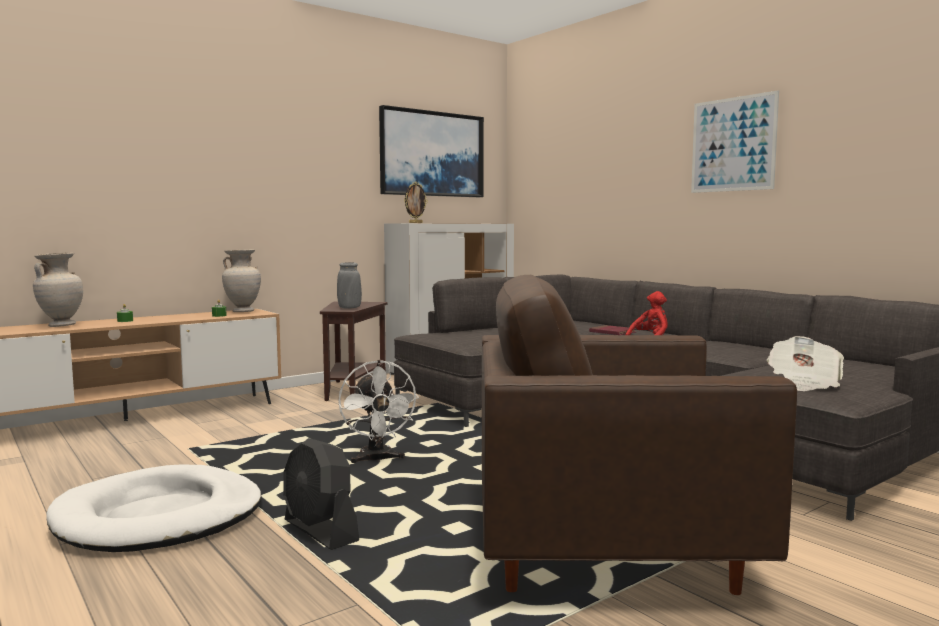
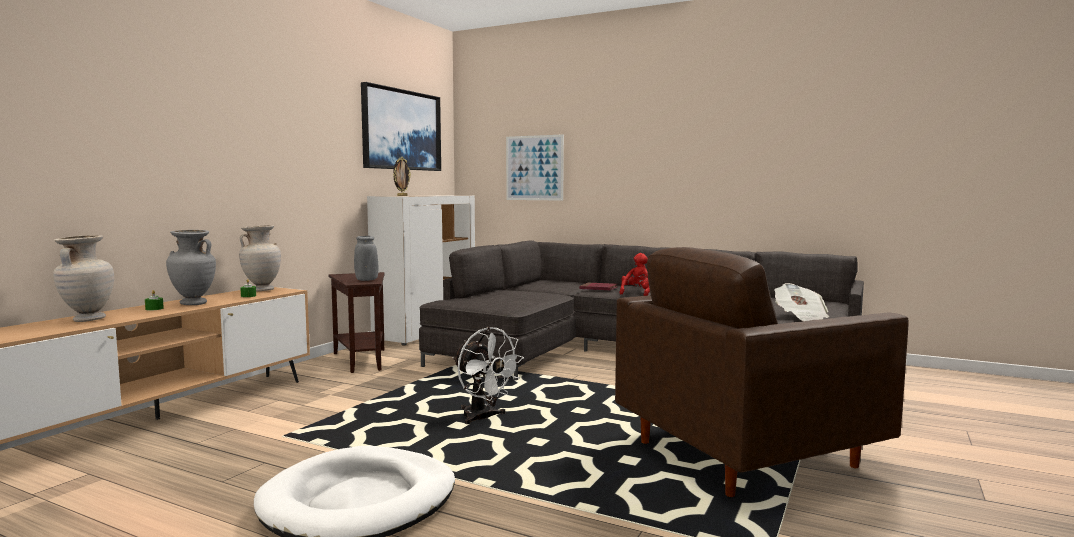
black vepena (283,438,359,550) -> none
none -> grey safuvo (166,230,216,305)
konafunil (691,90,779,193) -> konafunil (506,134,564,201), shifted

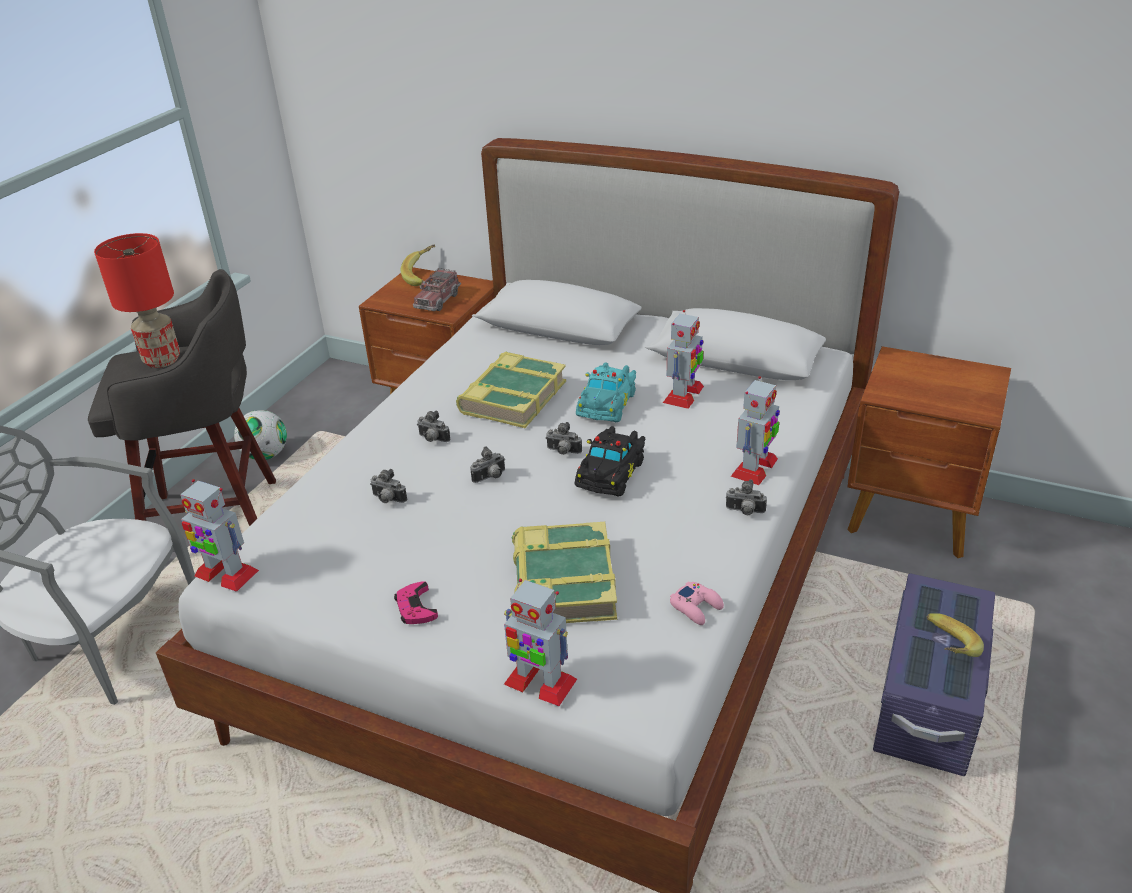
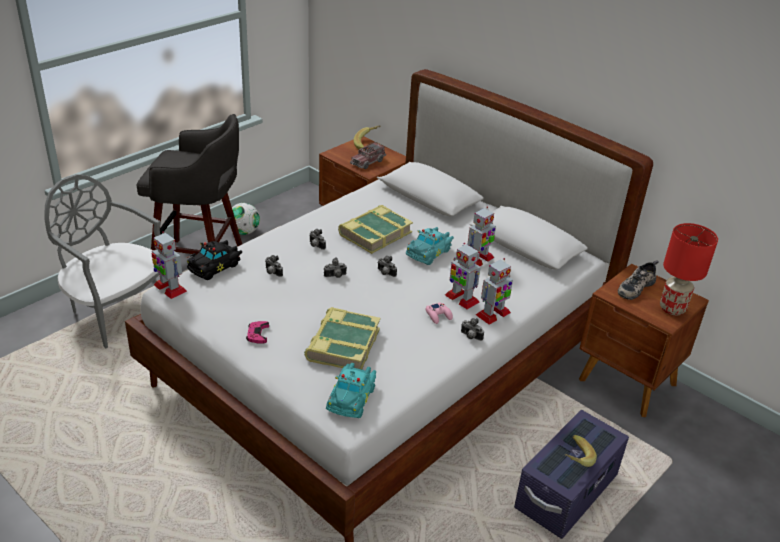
none -> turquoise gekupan (326,363,376,418)
none -> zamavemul (618,260,659,300)
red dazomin (94,233,180,368) -> red dazomin (660,223,718,316), shifted
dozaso (504,578,577,706) -> dozaso (445,243,481,310), shifted
black gekupan (574,426,645,496) -> black gekupan (187,240,242,280), shifted
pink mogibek (670,581,724,625) -> pink mogibek (426,302,453,324), shifted

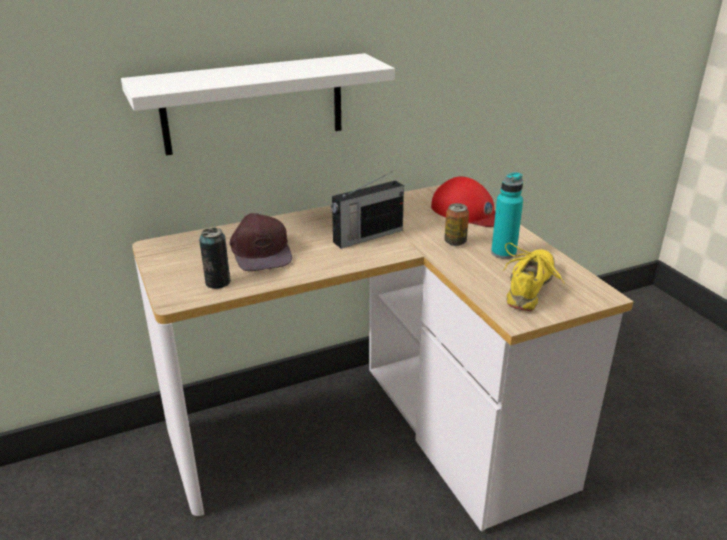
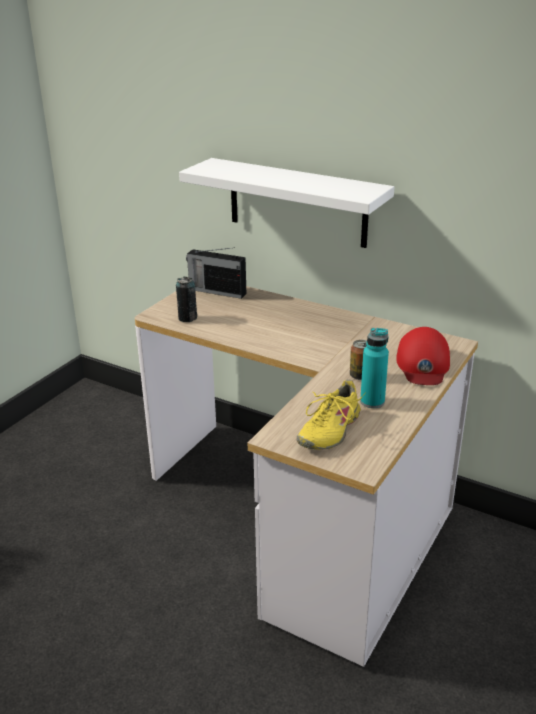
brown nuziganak (230,213,292,271) -> none
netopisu (331,172,404,249) -> netopisu (186,248,246,299), shifted
yellow zamavemul (503,243,565,311) -> yellow zamavemul (296,379,364,450), 135 degrees clockwise

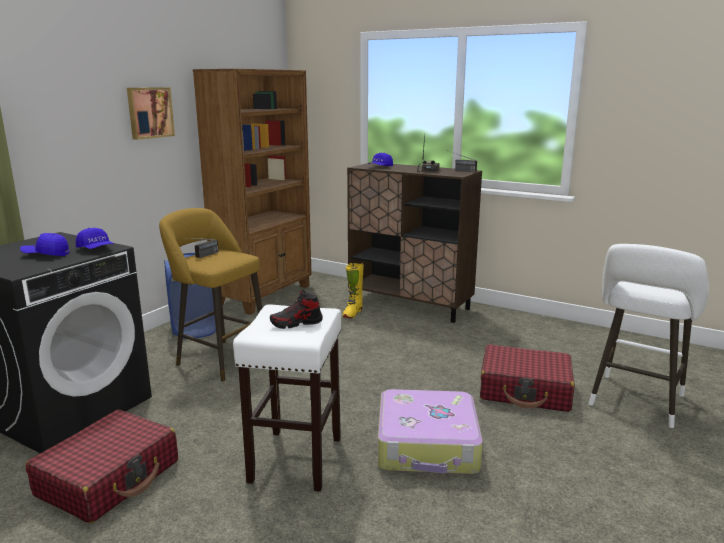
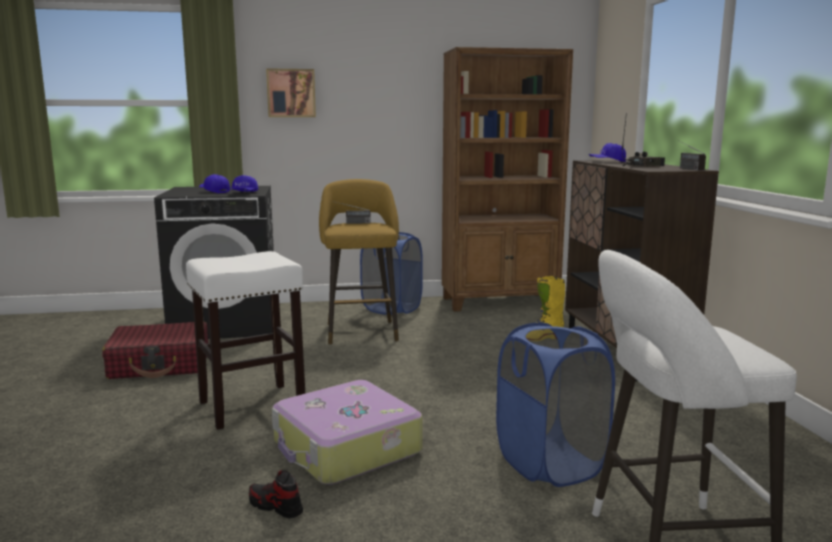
konafunil (127,87,175,140) -> konafunil (266,68,316,117), shifted
zamavemul (270,290,323,329) -> zamavemul (249,470,303,519), shifted
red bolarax (480,344,575,412) -> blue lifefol (496,322,615,487)

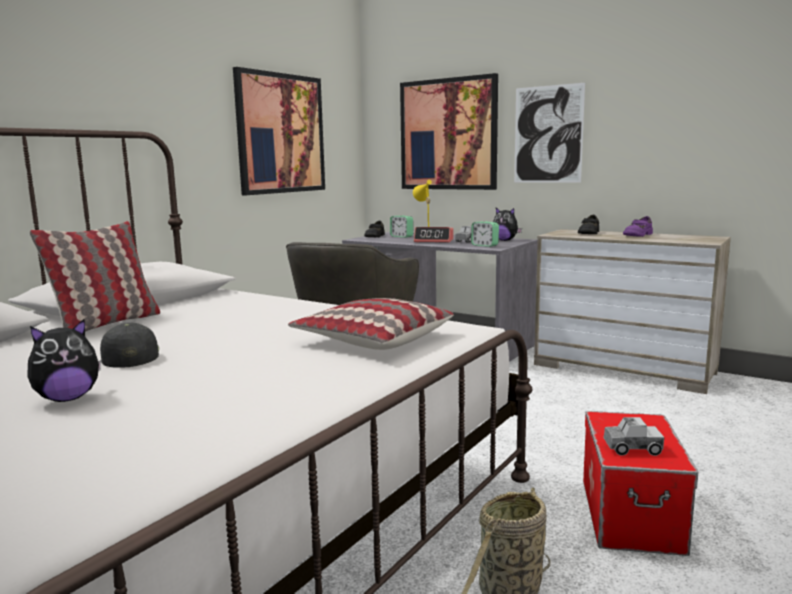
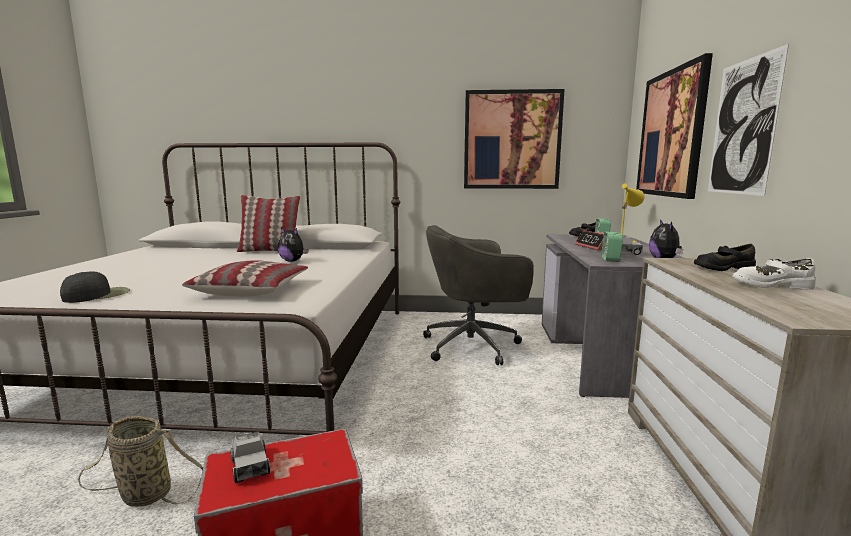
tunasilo (27,319,101,402) -> tunasilo (278,227,308,262), shifted
black nuziganak (100,323,159,368) -> black nuziganak (60,271,130,303), shifted
purple zamavemul (623,216,653,237) -> white zamavemul (733,258,816,290)

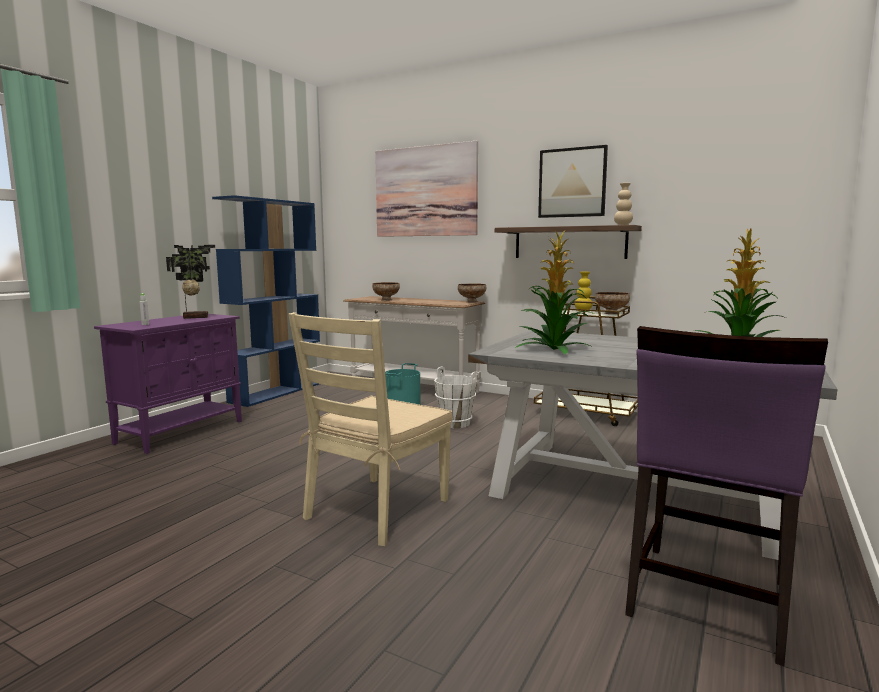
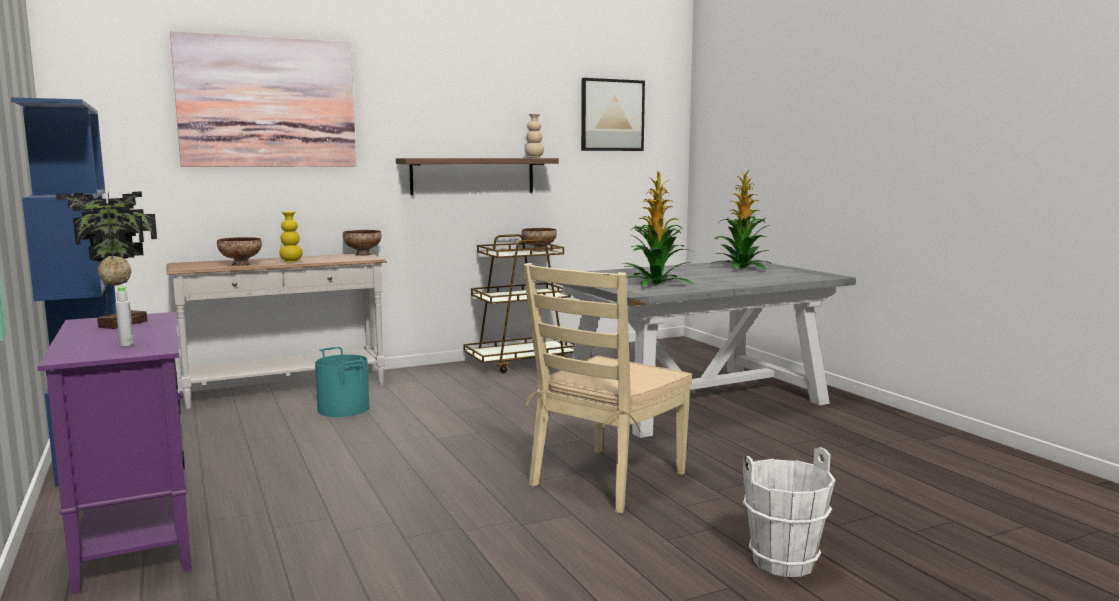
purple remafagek (625,326,828,666) -> none
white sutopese (434,367,477,428) -> white sutopese (743,447,836,577), shifted
konafunil (538,145,608,218) -> konafunil (581,78,645,151), shifted
yellow safuvo (575,272,593,311) -> yellow safuvo (279,211,303,262), shifted
beige remafagek (288,312,453,546) -> beige remafagek (523,263,692,513), 60 degrees clockwise

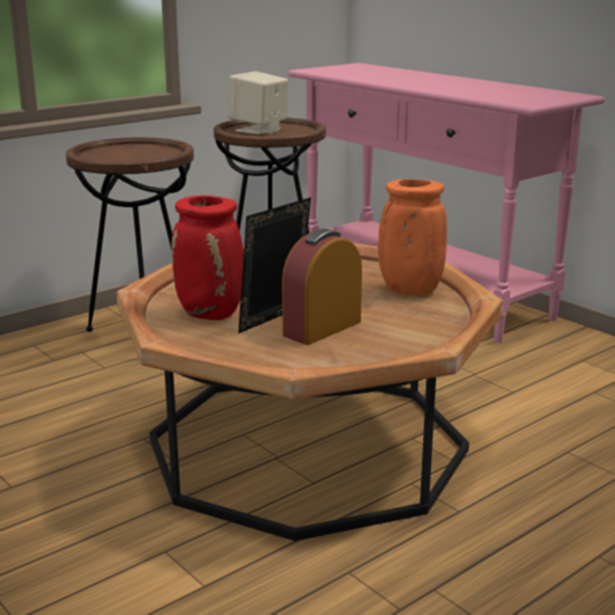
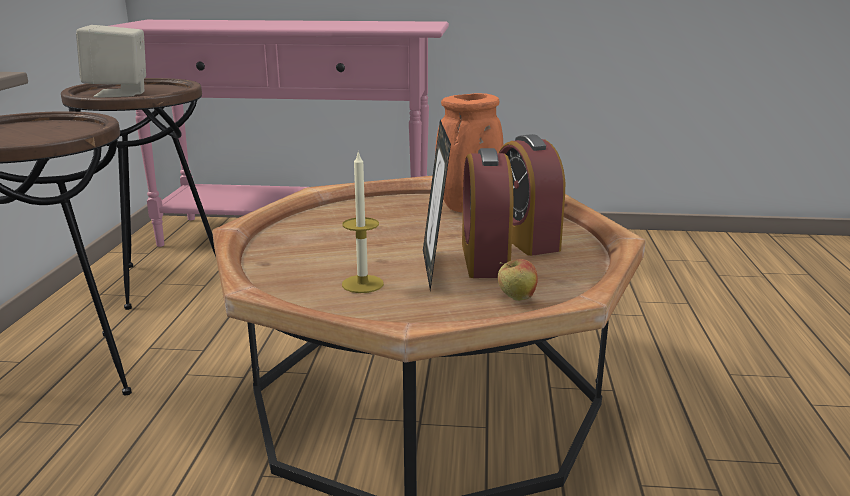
none -> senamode (498,259,538,301)
none -> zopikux (499,134,565,256)
red safuvo (172,195,244,320) -> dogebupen (342,150,384,293)

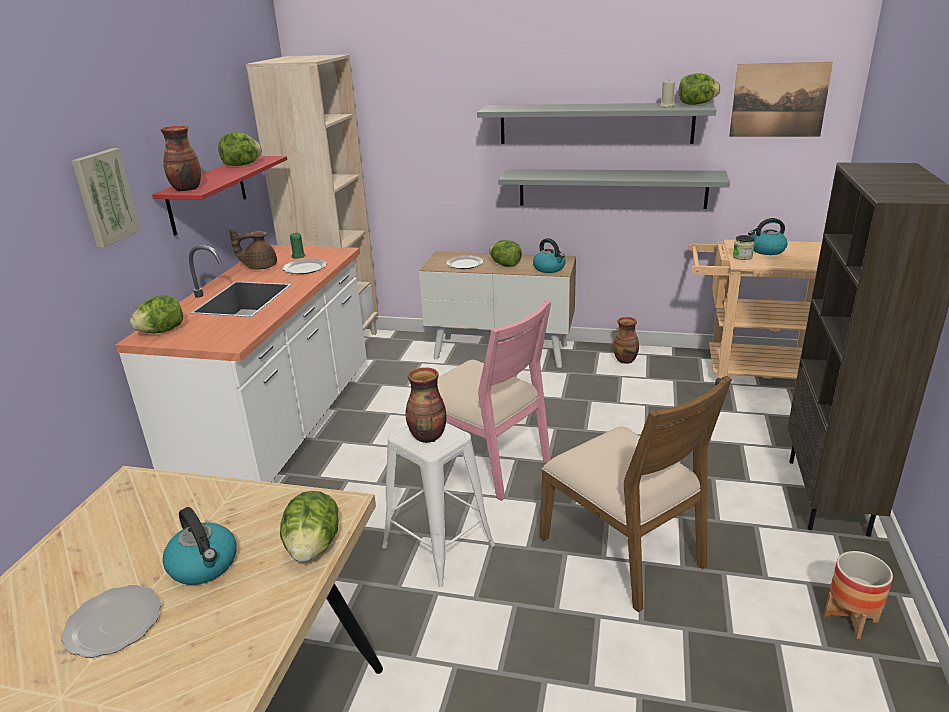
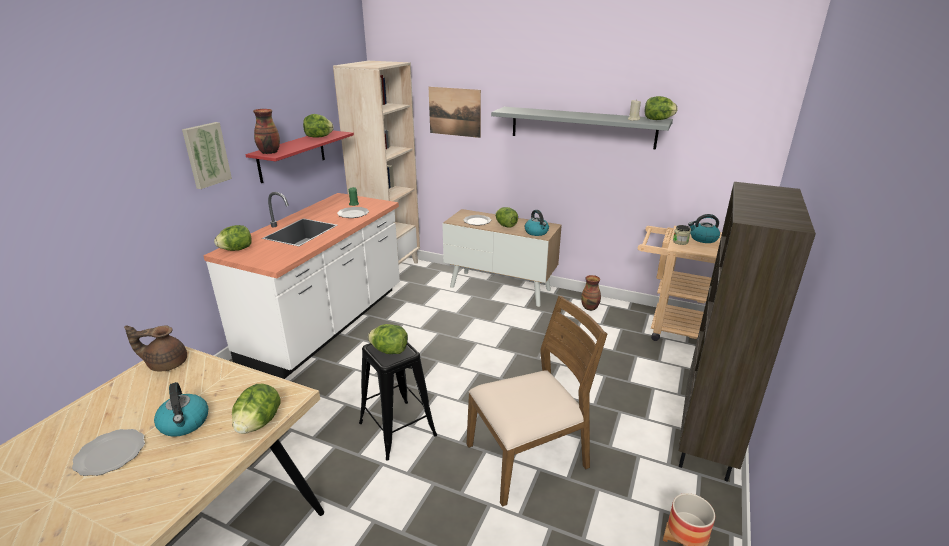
pink remafagek (437,300,551,501) -> none
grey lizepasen (498,169,730,209) -> none
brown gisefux (229,229,277,270) -> brown gisefux (124,325,187,371), shifted
konafunil (729,62,833,137) -> konafunil (429,87,481,138), shifted
safuvo (405,367,446,443) -> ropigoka (368,324,408,354)
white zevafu (382,423,495,587) -> black zevafu (359,342,437,461)
brown remafagek (540,376,732,612) -> brown remafagek (466,296,607,507), 90 degrees counterclockwise

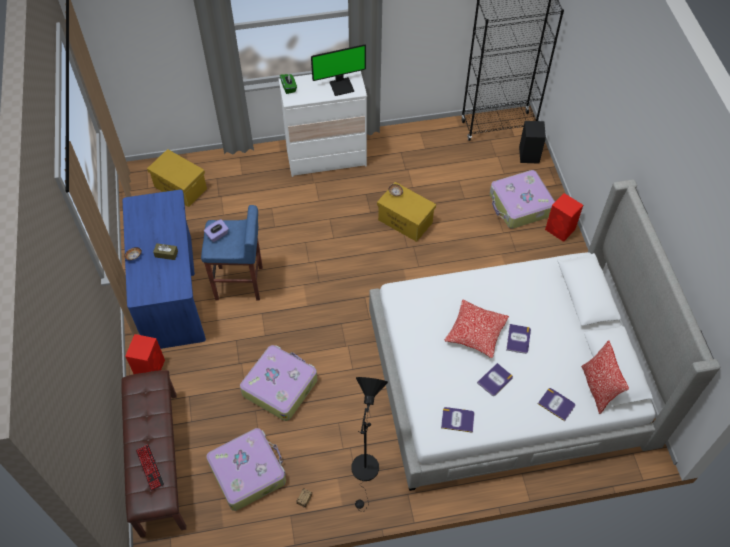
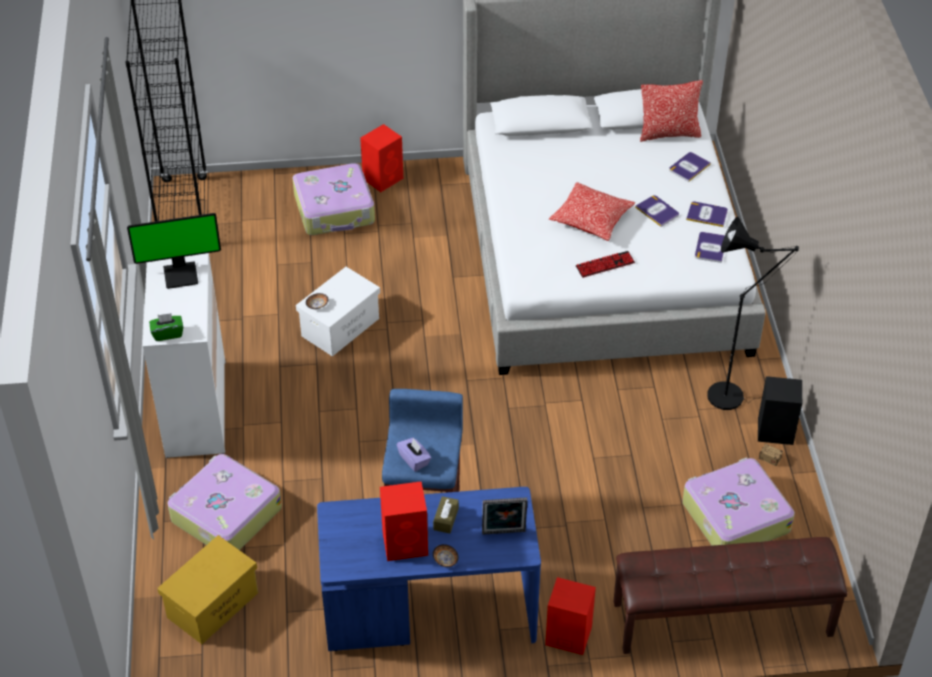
none -> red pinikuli (380,481,428,561)
none -> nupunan (482,497,527,535)
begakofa (136,444,164,491) -> begakofa (576,251,635,278), shifted
bolarax (240,345,317,421) -> bolarax (167,454,282,550), shifted
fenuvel (506,324,531,354) -> fenuvel (686,201,728,227), shifted
black pinikuli (519,121,546,163) -> black pinikuli (758,376,802,445), shifted
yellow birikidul (377,182,436,242) -> white birikidul (296,267,380,356)
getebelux (311,44,366,96) -> getebelux (127,213,221,289), 90 degrees clockwise

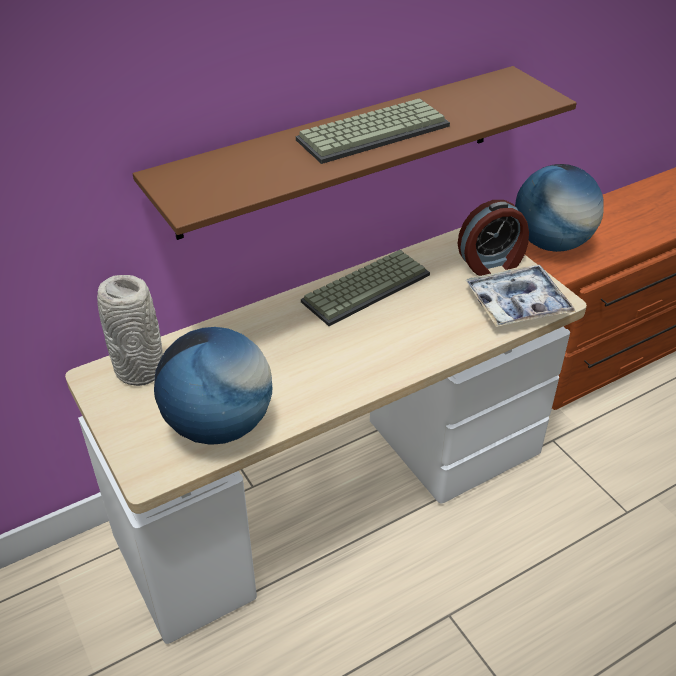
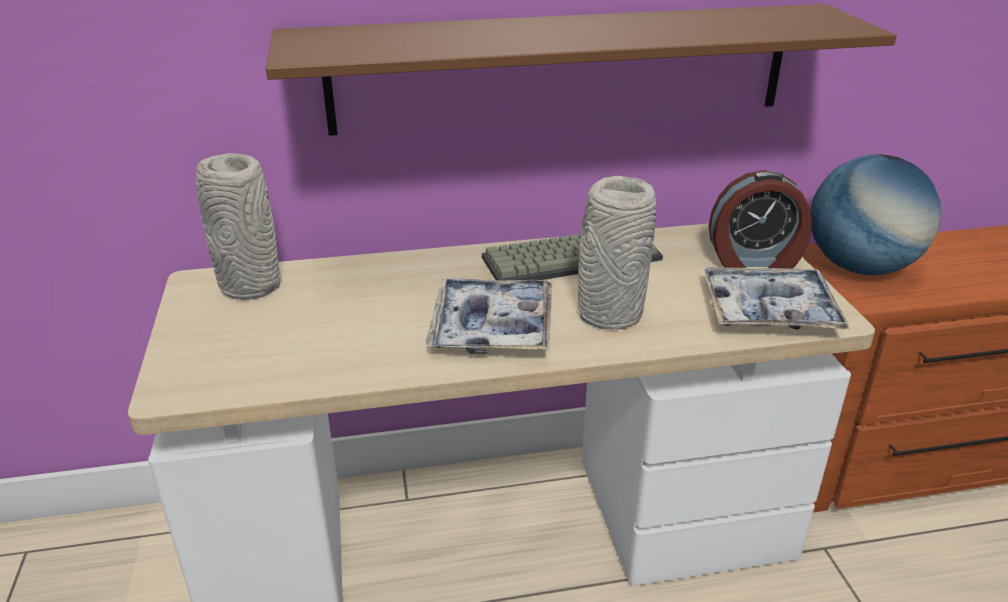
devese (154,327,272,445) -> none
begakofa (296,98,450,164) -> none
none -> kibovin (426,278,552,354)
none -> grey safuvo (578,176,657,330)

